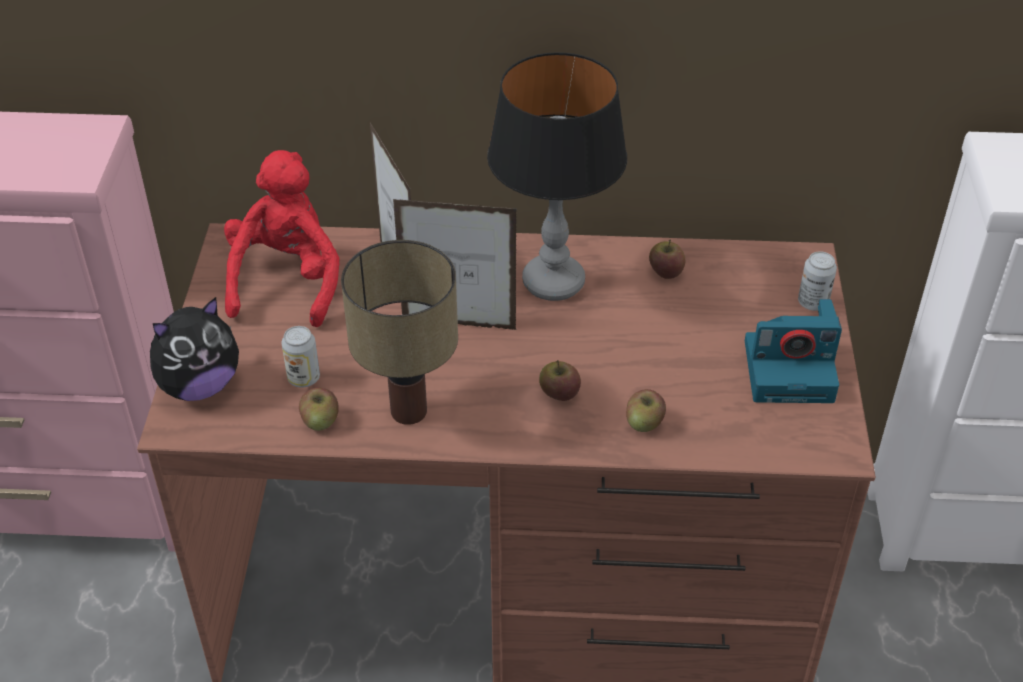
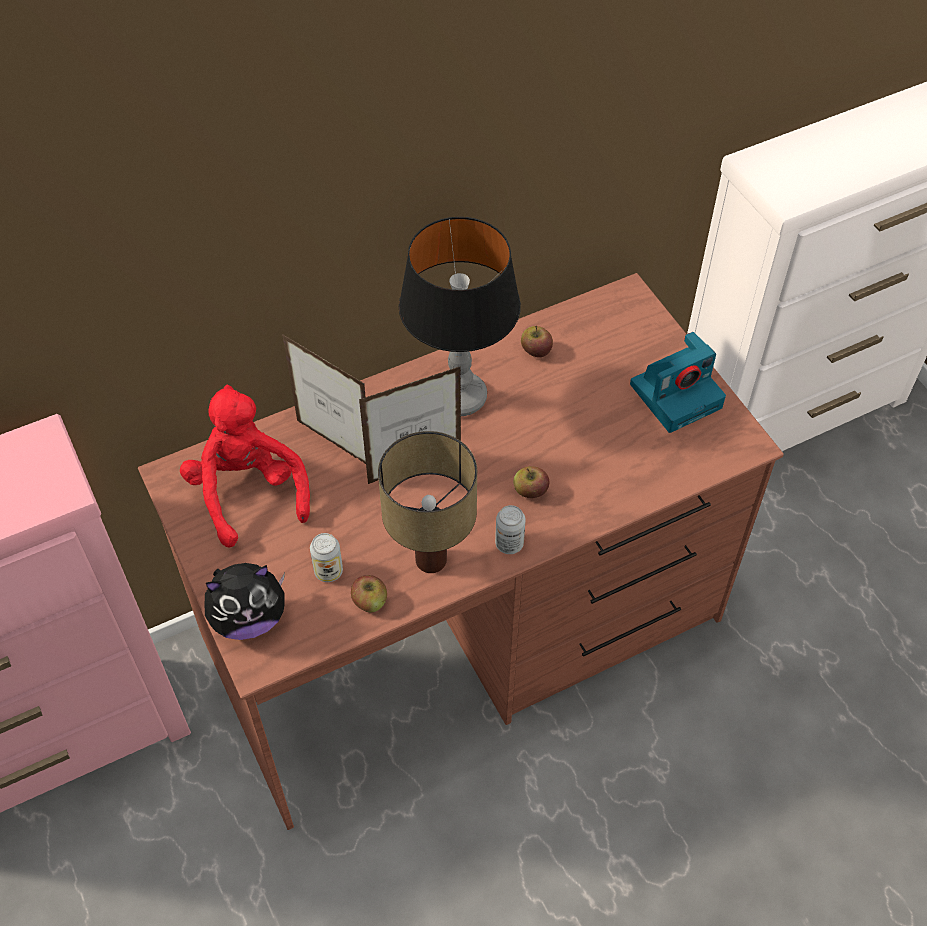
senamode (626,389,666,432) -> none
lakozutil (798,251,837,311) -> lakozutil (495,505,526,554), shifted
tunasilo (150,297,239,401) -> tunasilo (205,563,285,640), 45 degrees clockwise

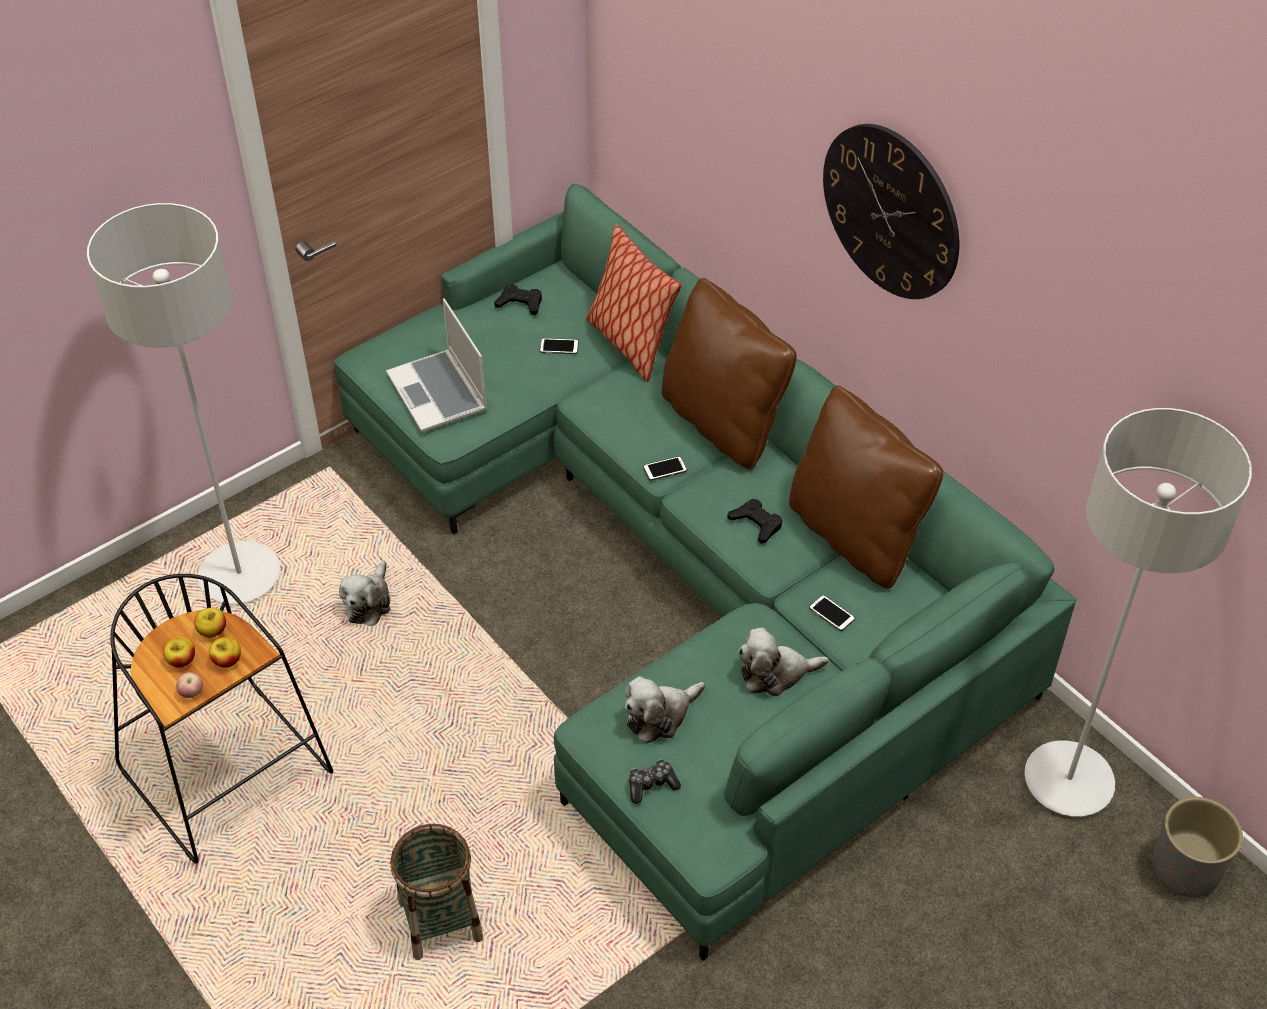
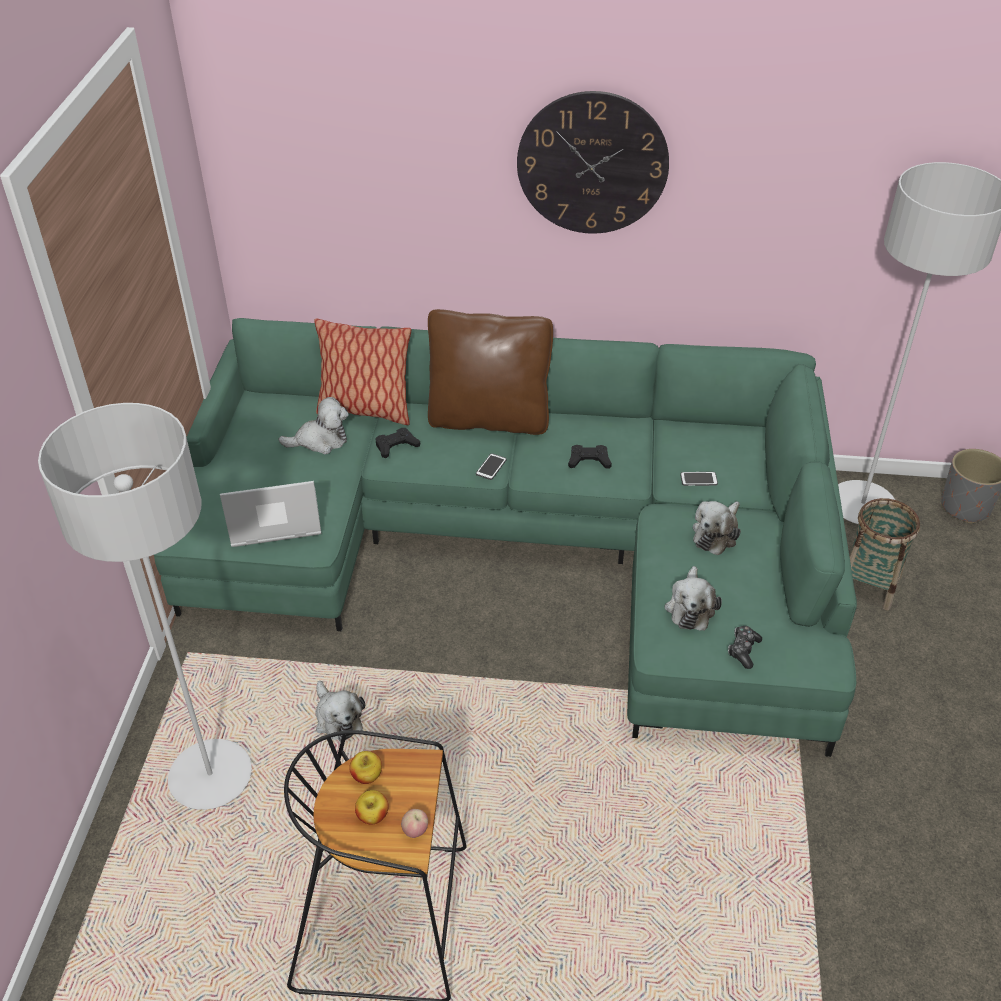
senamode (209,637,241,668) -> none
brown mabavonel (789,386,943,589) -> none
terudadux (390,824,483,960) -> terudadux (850,498,920,610), shifted
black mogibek (494,284,542,315) -> black mogibek (376,428,420,458), shifted
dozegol (540,338,579,354) -> tunasilo (278,397,349,454)
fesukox (386,298,487,432) -> fesukox (220,481,321,547), 150 degrees clockwise

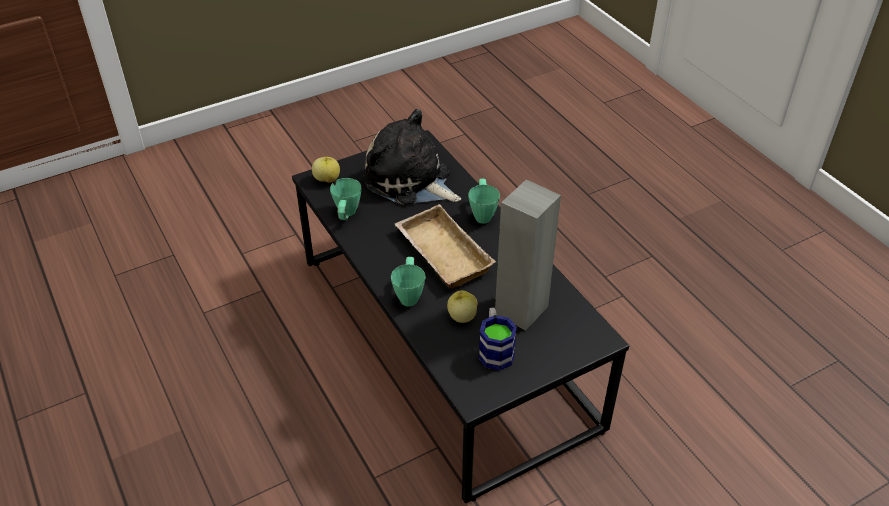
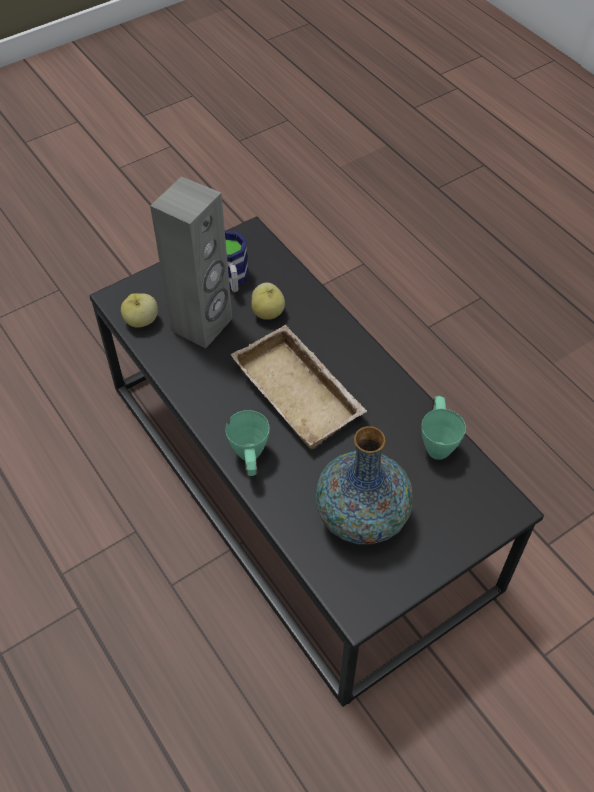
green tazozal (391,257,426,307) -> none
senamode (312,157,340,183) -> senamode (121,293,158,328), shifted
tunasilo (363,109,461,205) -> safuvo (316,426,413,545)

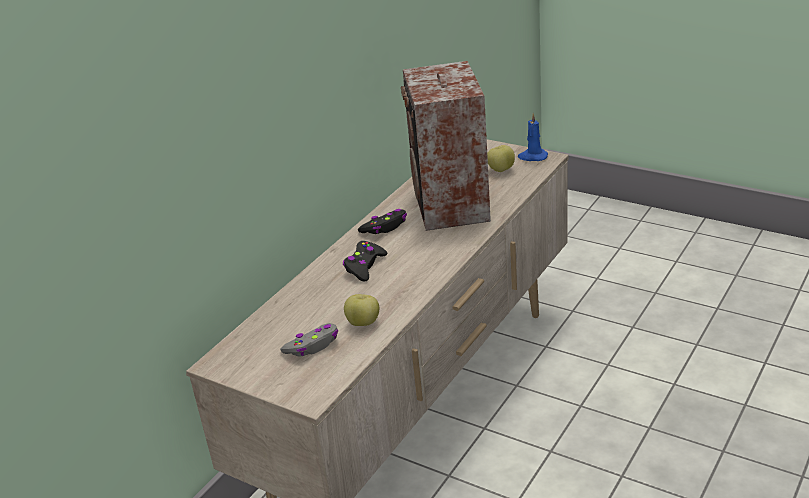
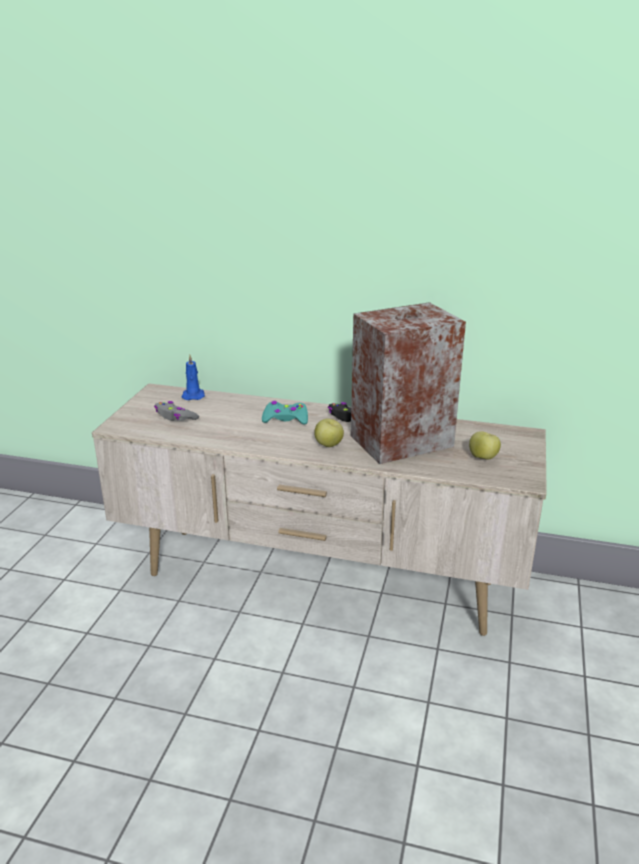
senamode (344,294,379,326) -> senamode (314,419,344,447), shifted
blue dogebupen (518,113,548,161) -> blue dogebupen (182,355,205,400), shifted
black mogibek (343,241,387,281) -> turquoise mogibek (262,401,308,425)

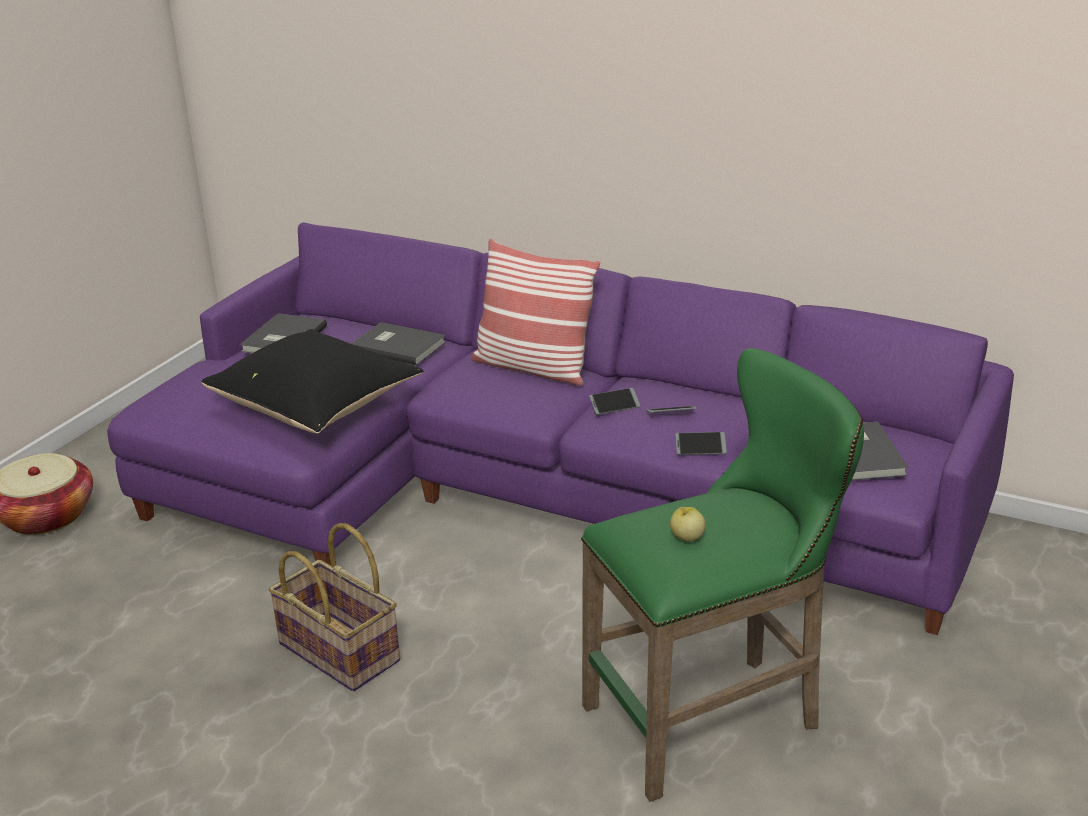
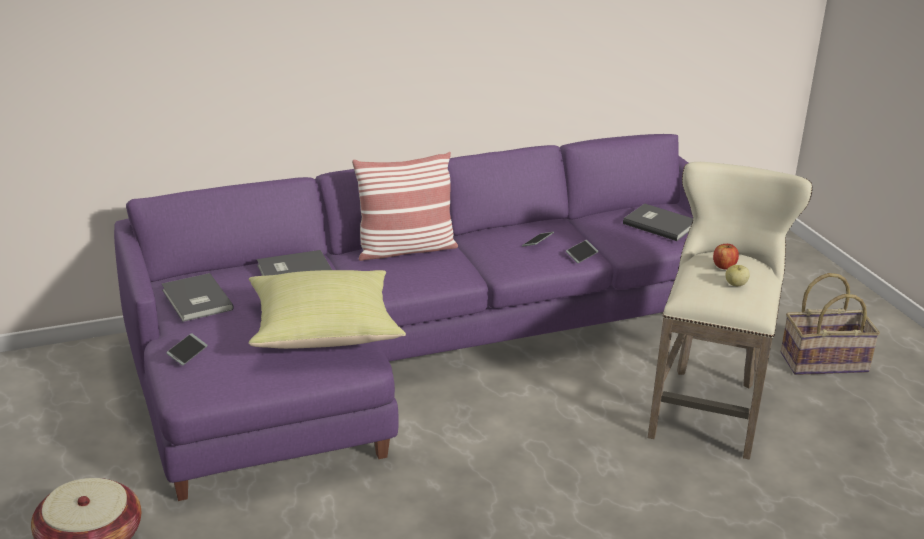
none -> senamode (713,244,739,269)
terudadux (268,523,400,691) -> terudadux (780,273,880,375), shifted
dozegol (589,388,640,415) -> dozegol (166,333,207,365), shifted
black mabavonel (202,329,423,433) -> yellow mabavonel (248,270,406,349)
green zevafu (581,348,864,802) -> beige zevafu (648,162,813,460)

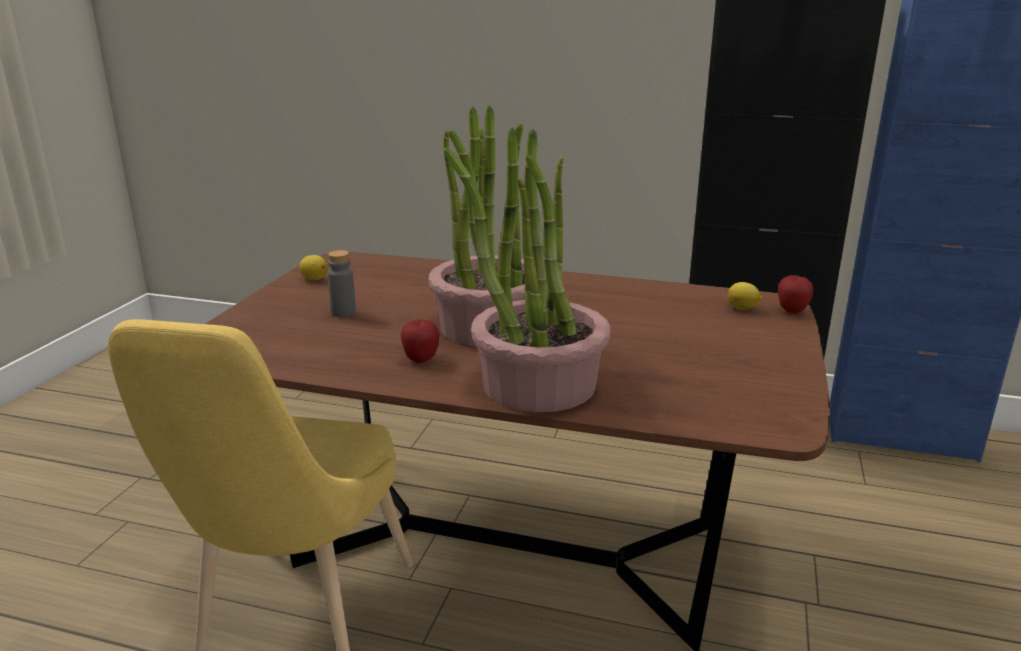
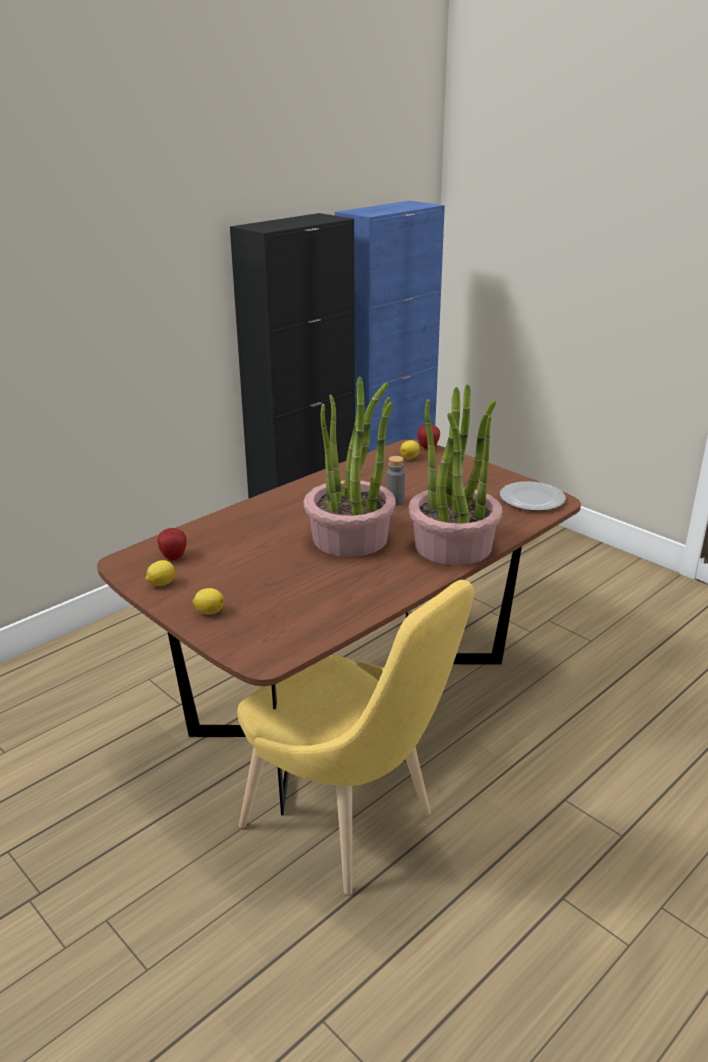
none -> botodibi (193,588,224,615)
none -> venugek (500,481,566,511)
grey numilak (328,250,356,317) -> grey numilak (386,456,405,505), shifted
senamode (401,319,440,363) -> senamode (157,528,187,560), shifted

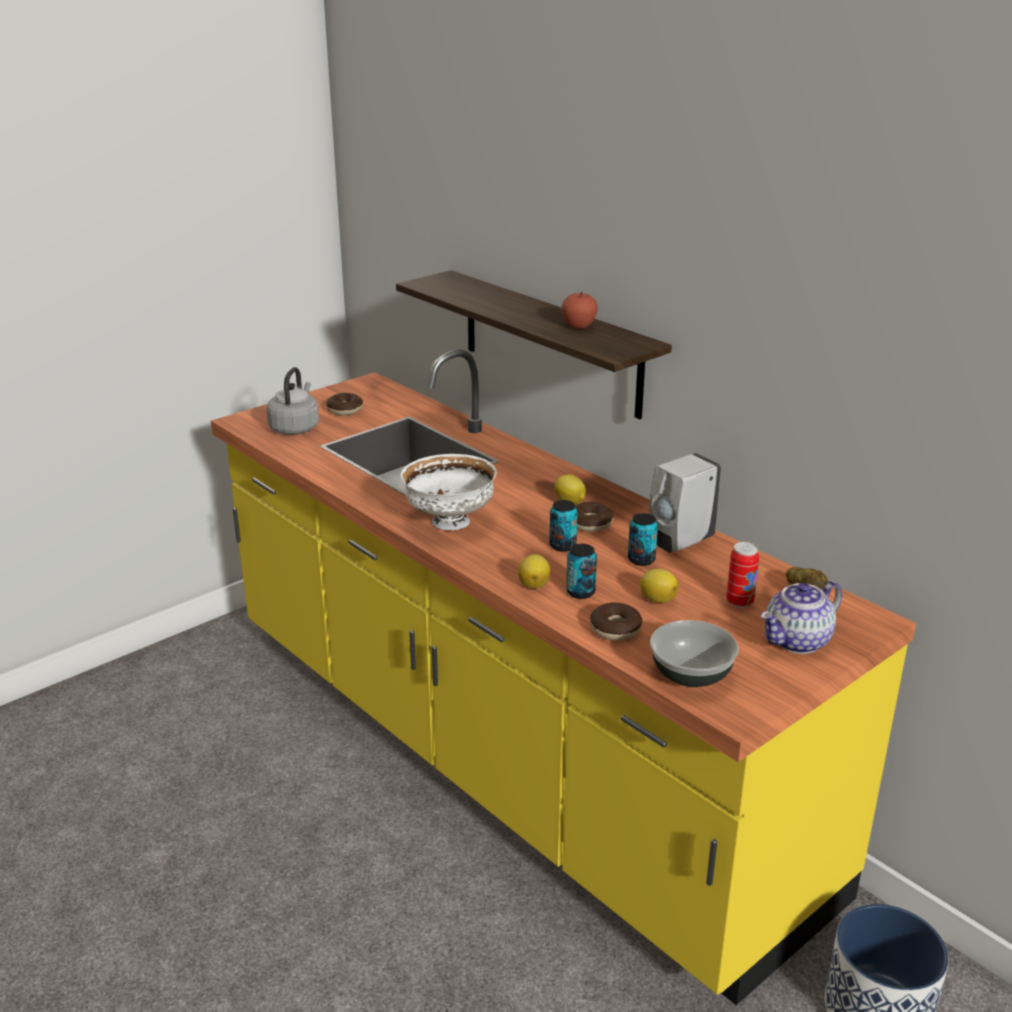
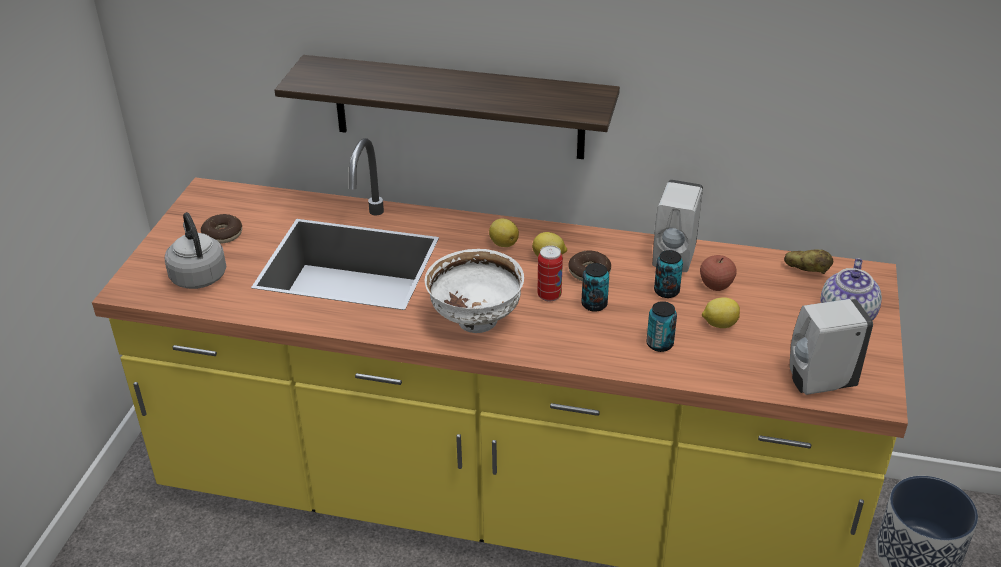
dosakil (590,602,643,640) -> none
botodibi (518,554,551,589) -> botodibi (489,218,519,247), shifted
senamode (561,292,598,329) -> senamode (700,255,737,291), shifted
lakozutil (726,542,759,608) -> lakozutil (538,245,563,302), shifted
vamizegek (650,620,739,687) -> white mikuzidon (790,299,873,395)

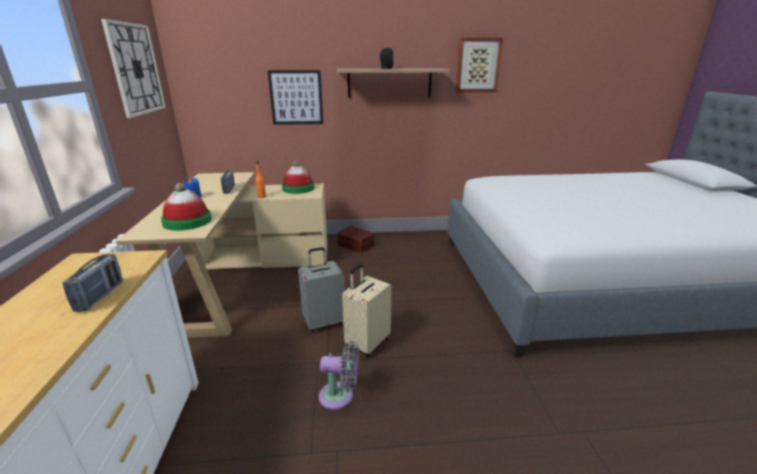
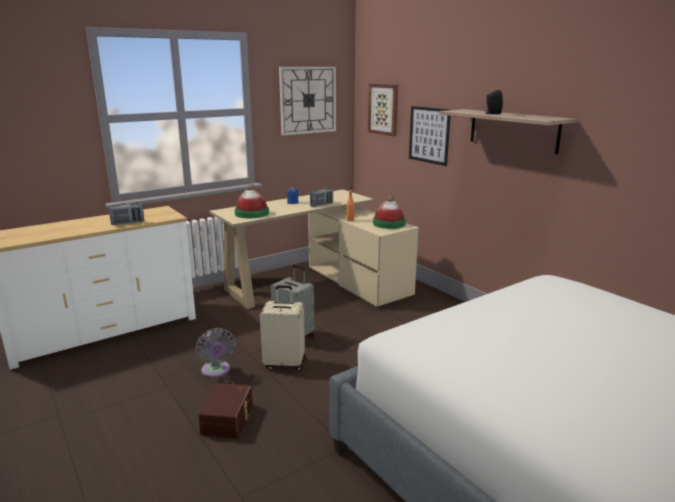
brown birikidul (337,225,374,253) -> brown birikidul (198,383,253,438), shifted
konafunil (456,38,503,92) -> konafunil (368,84,398,136), shifted

